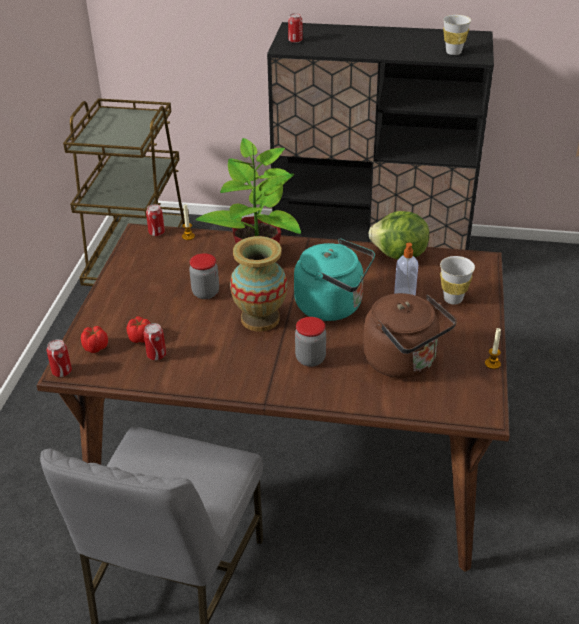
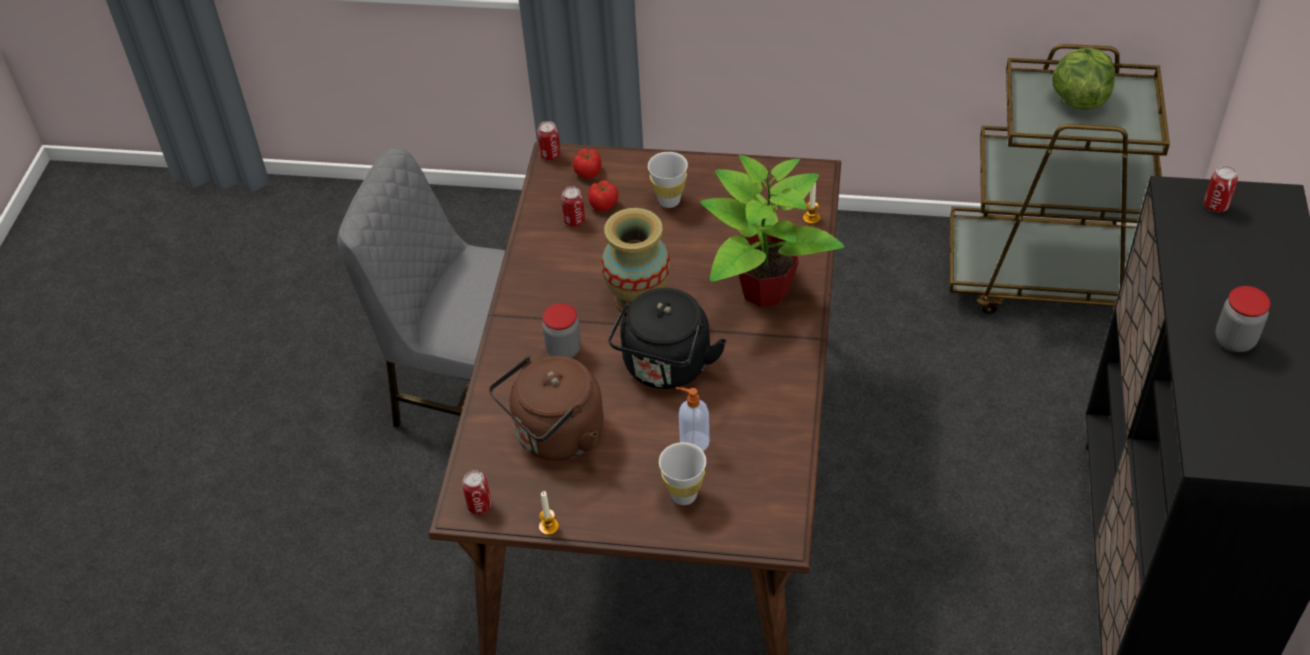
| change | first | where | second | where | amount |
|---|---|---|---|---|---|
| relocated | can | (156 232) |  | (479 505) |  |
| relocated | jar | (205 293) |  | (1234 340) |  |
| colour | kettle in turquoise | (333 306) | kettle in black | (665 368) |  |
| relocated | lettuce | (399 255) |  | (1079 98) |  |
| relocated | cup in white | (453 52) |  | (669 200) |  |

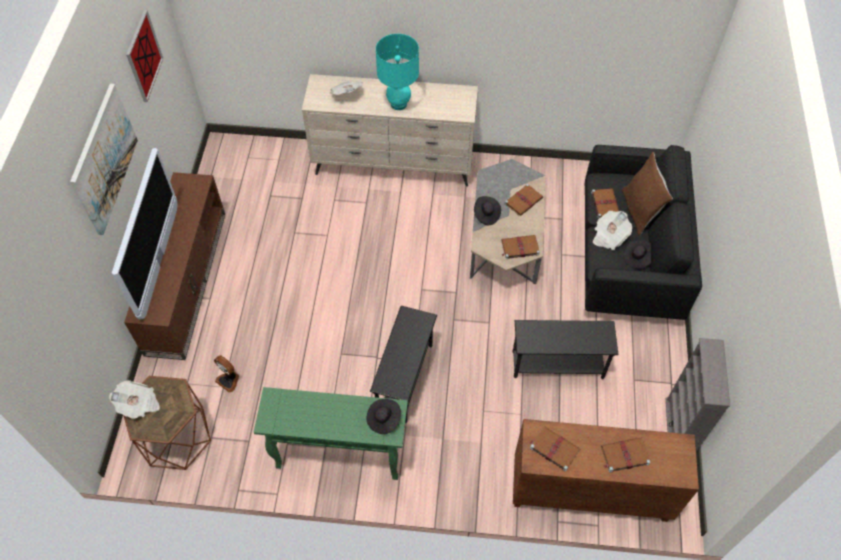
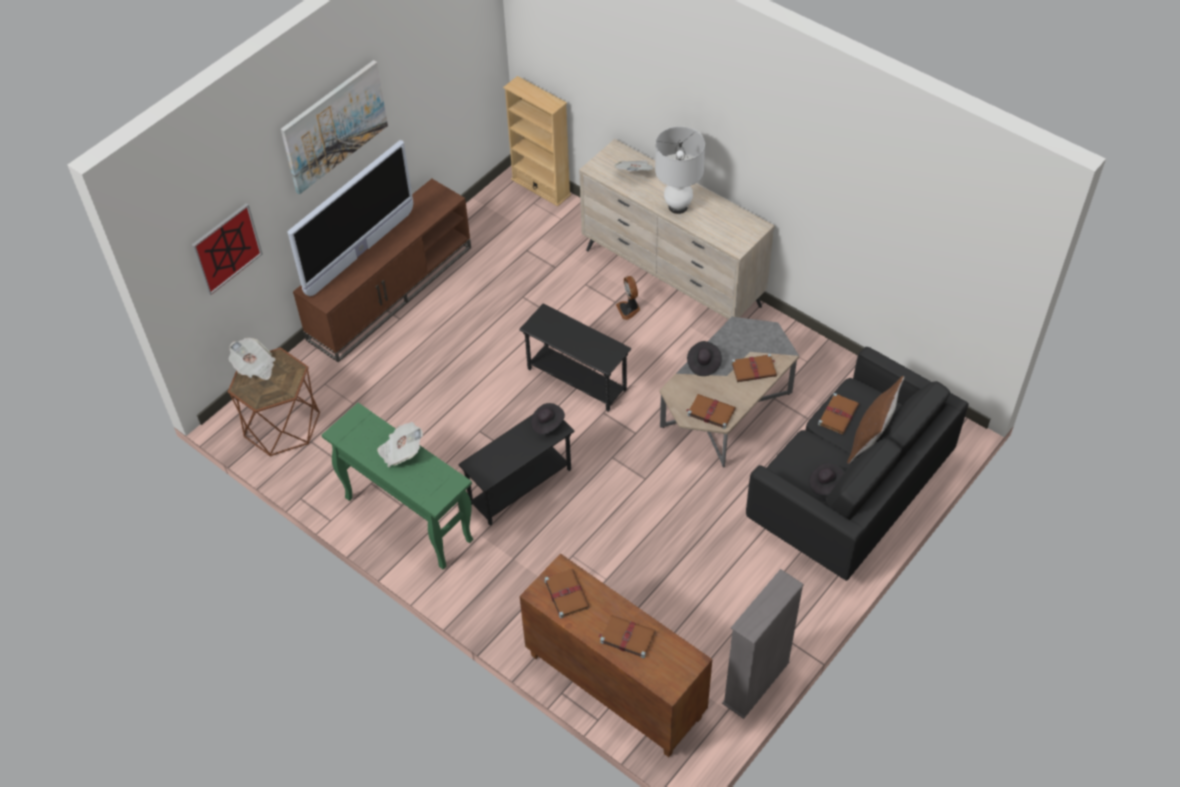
| change | first | where | second | where | amount |
|---|---|---|---|---|---|
| relocated | picture | (144 56) |  | (226 248) |  |
| relocated | fan | (229 380) |  | (629 309) |  |
| relocated | hat in black | (383 419) |  | (547 424) |  |
| colour | table lamp in turquoise | (399 104) | table lamp in white | (678 207) |  |
| relocated | side table in black | (557 364) |  | (577 379) |  |
| relocated | newspaper | (609 236) |  | (401 452) |  |
| appeared |  |  | bookcase in beige | (541 187) |  |

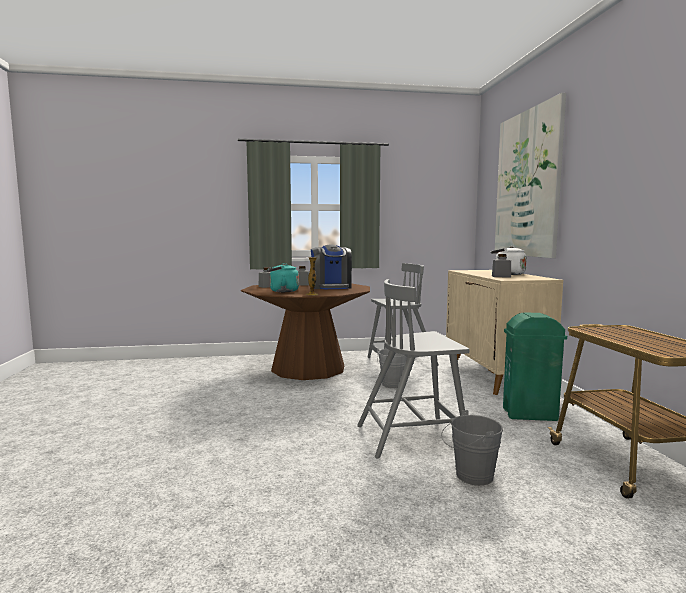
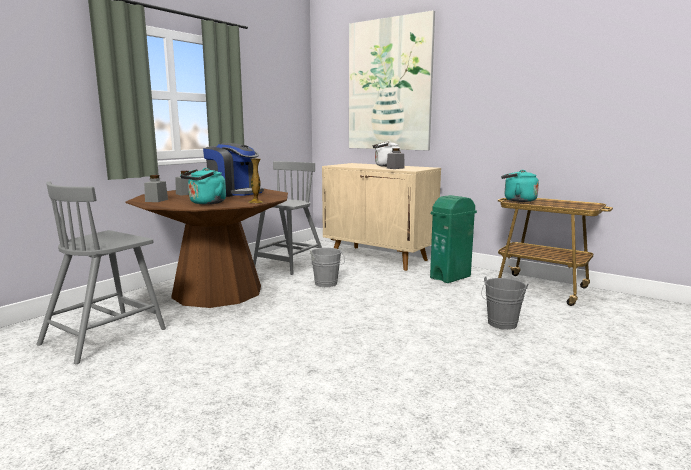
| change | first | where | second | where | amount |
|---|---|---|---|---|---|
| relocated | chair in grey | (413 436) |  | (105 335) |  |
| appeared |  |  | kettle in turquoise | (517 200) |  |

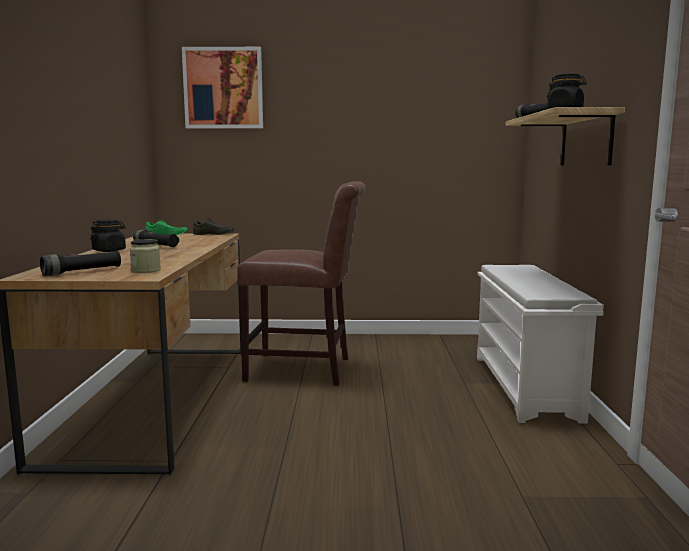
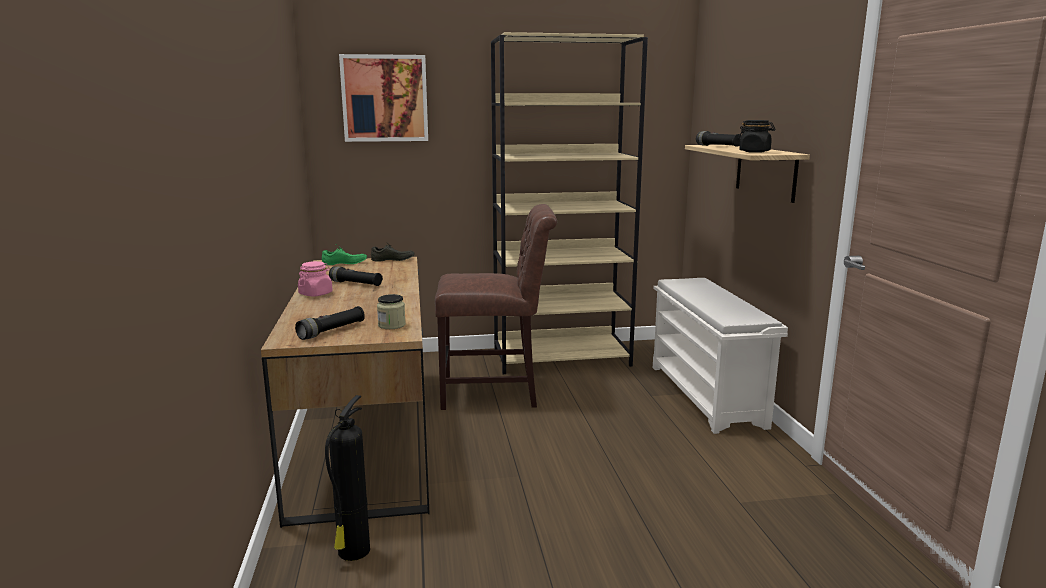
| change | first | where | second | where | amount |
|---|---|---|---|---|---|
| colour | jar in black | (109 250) | jar in pink | (316 294) |  |
| appeared |  |  | fire extinguisher | (353 552) |  |
| appeared |  |  | bookcase in beige | (562 358) |  |

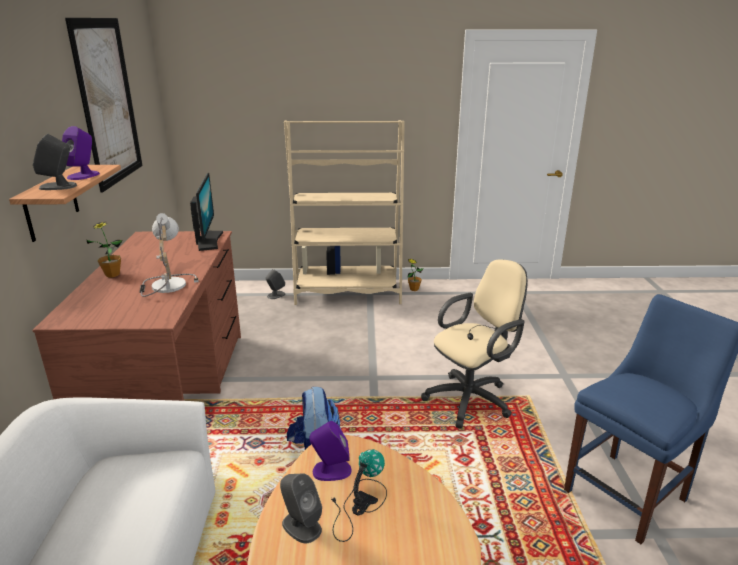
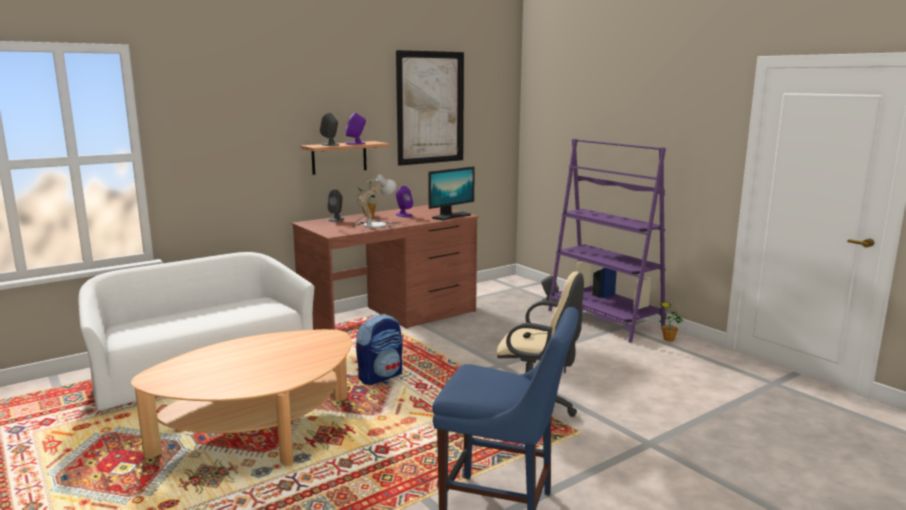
| change | first | where | second | where | amount |
|---|---|---|---|---|---|
| relocated | speaker in grey | (301 526) |  | (336 219) |  |
| colour | bookcase in beige | (347 293) | bookcase in purple | (604 320) |  |
| relocated | speaker in purple | (331 470) |  | (403 215) |  |
| missing | table lamp | (357 505) |  |  |  |

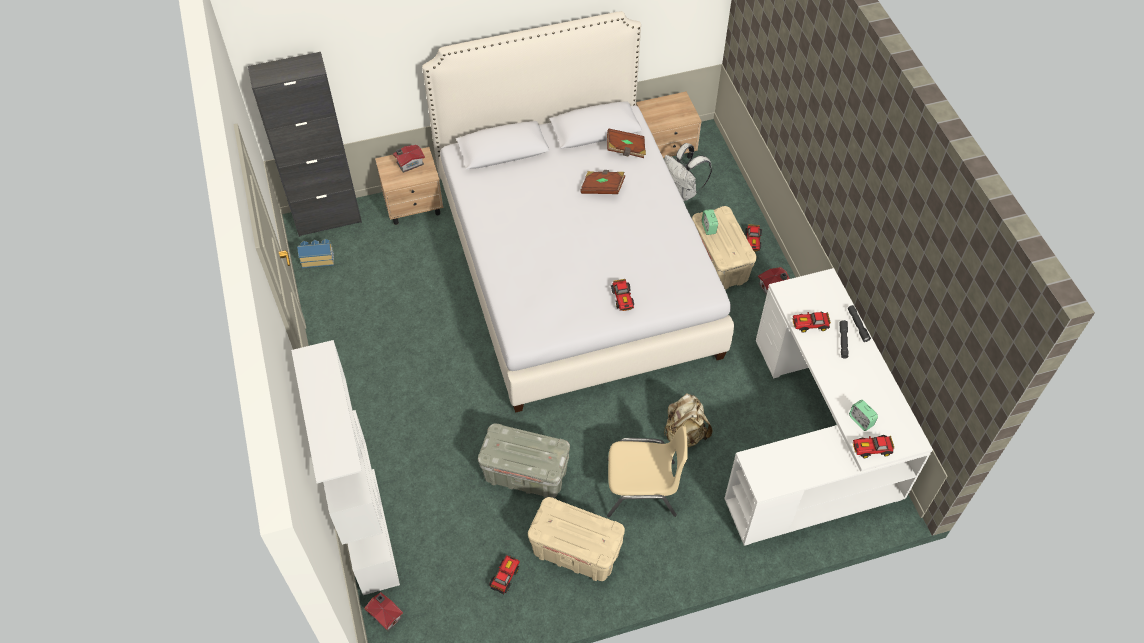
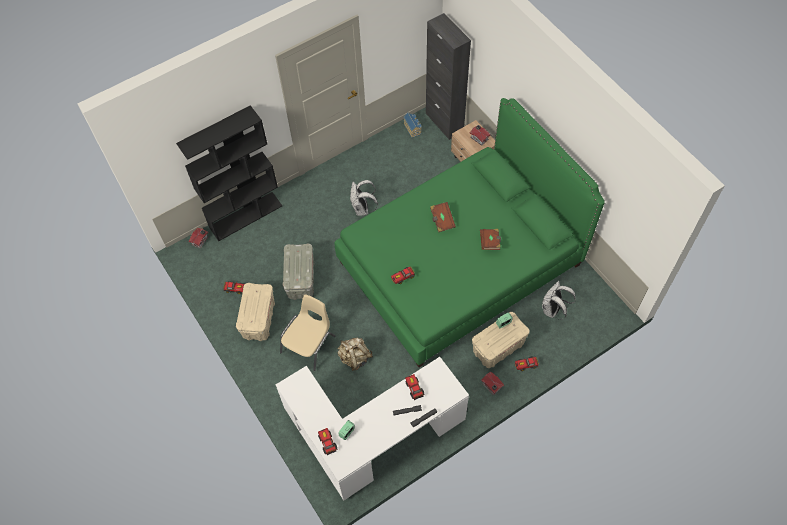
| change | first | where | second | where | amount |
|---|---|---|---|---|---|
| colour | bookcase in white | (367 530) | bookcase in black | (246 216) |  |
| colour | bed in white | (575 267) | bed in green | (460 263) |  |
| relocated | book in brown | (625 149) |  | (442 220) |  |
| spun | chair in beige | (642 488) |  | (309 344) | 135 degrees counterclockwise |
| missing | nightstand in beige | (665 150) |  |  |  |
| appeared |  |  | backpack in white | (362 209) |  |

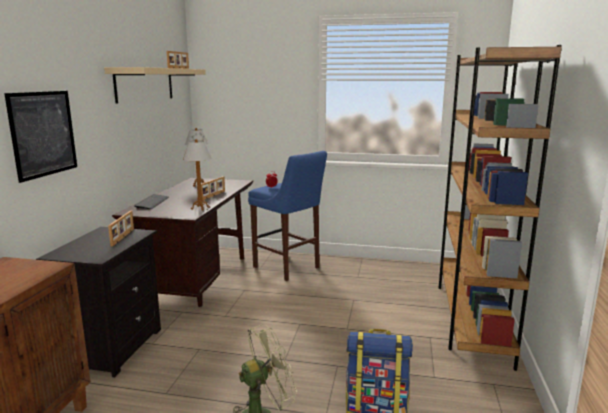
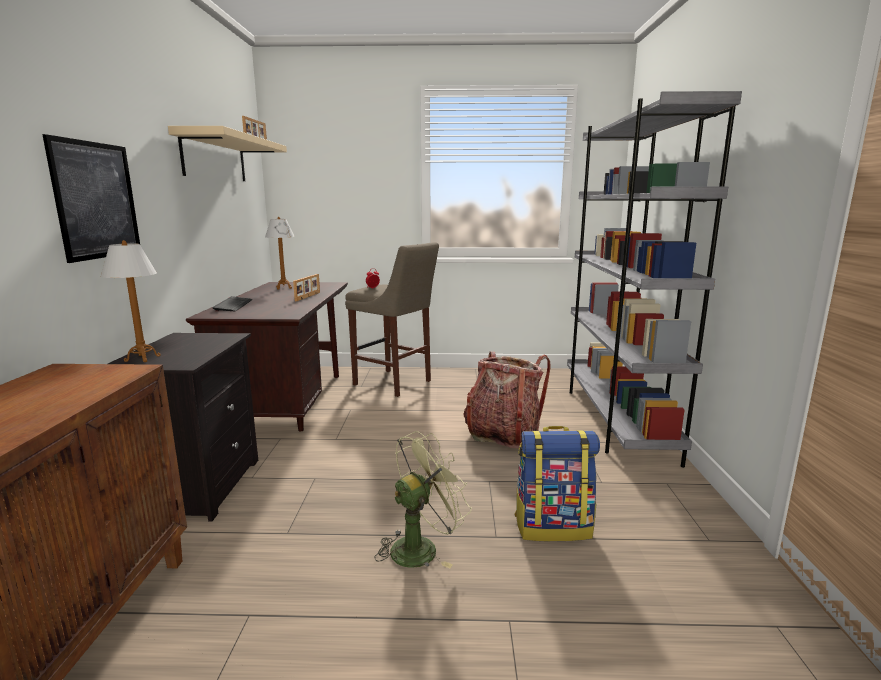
| change | first | where | second | where | amount |
|---|---|---|---|---|---|
| missing | picture frame | (123 237) |  |  |  |
| relocated | table lamp | (200 208) |  | (142 358) |  |
| colour | stool in blue | (288 268) | stool in beige | (395 383) |  |
| colour | bookcase in brown | (470 318) | bookcase in grey | (615 419) |  |
| appeared |  |  | backpack | (503 434) |  |

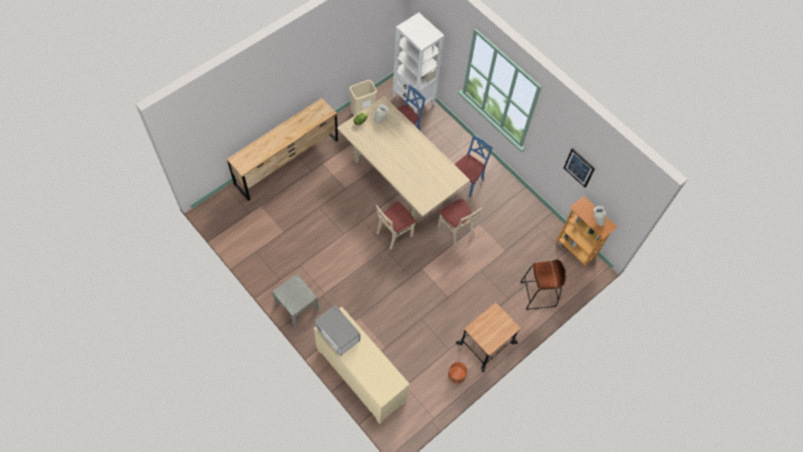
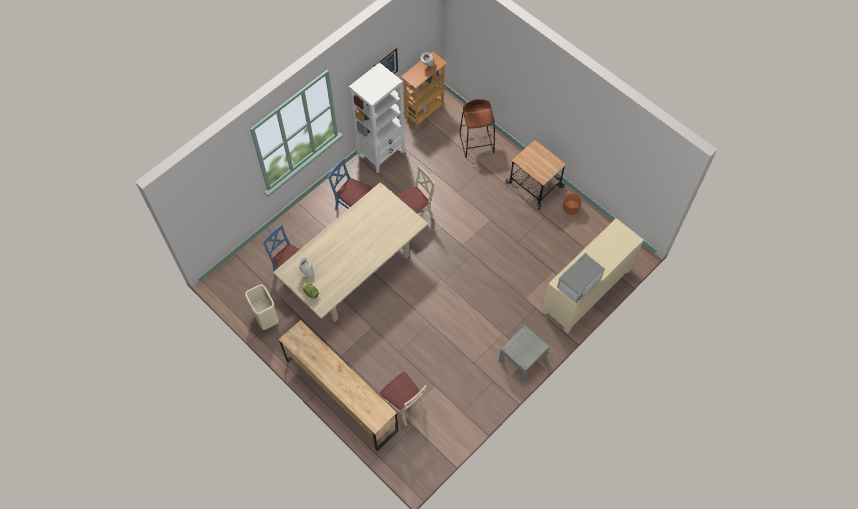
| change | first | where | second | where | amount |
|---|---|---|---|---|---|
| relocated | chair in beige | (394 233) |  | (404 406) |  |
| relocated | bookcase in white | (414 100) |  | (381 153) |  |

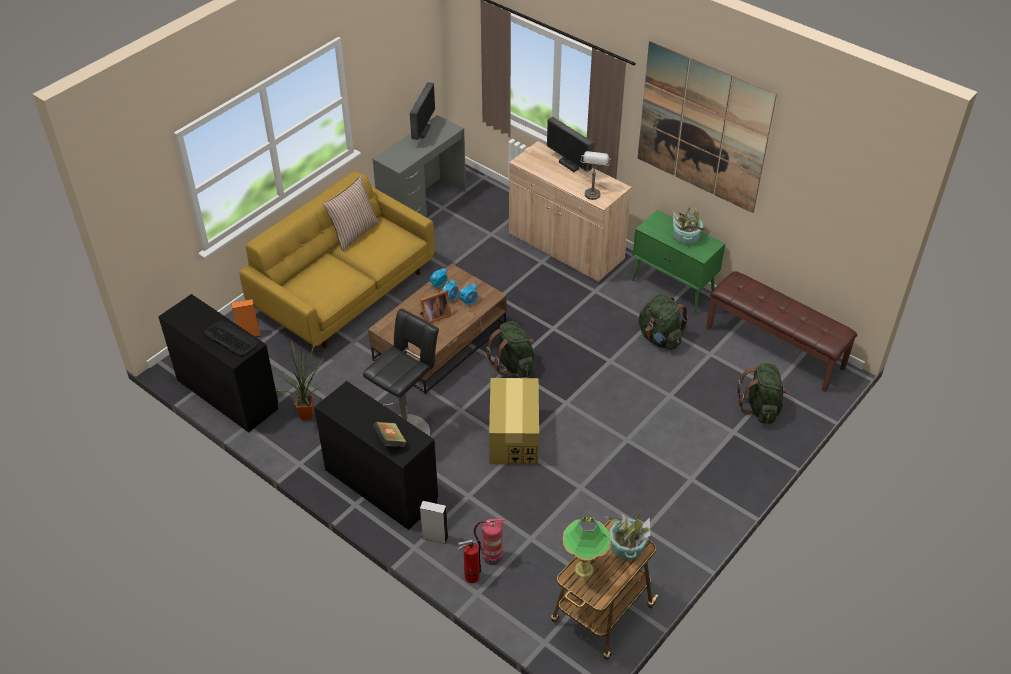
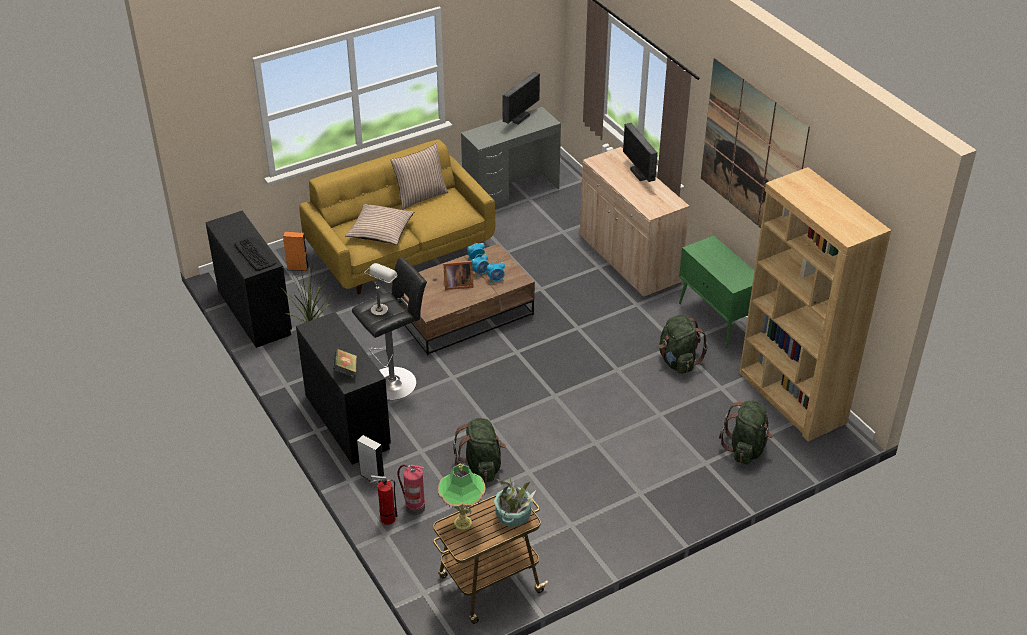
| change | first | where | second | where | amount |
|---|---|---|---|---|---|
| relocated | backpack in green | (513 364) |  | (481 466) |  |
| missing | cardboard box | (514 436) |  |  |  |
| relocated | table lamp in grey | (592 191) |  | (382 307) |  |
| missing | potted plant | (685 236) |  |  |  |
| exchanged | bench in brown | (775 347) | bookcase in brown | (791 398) |  |
| appeared |  |  | pillow | (380 230) |  |

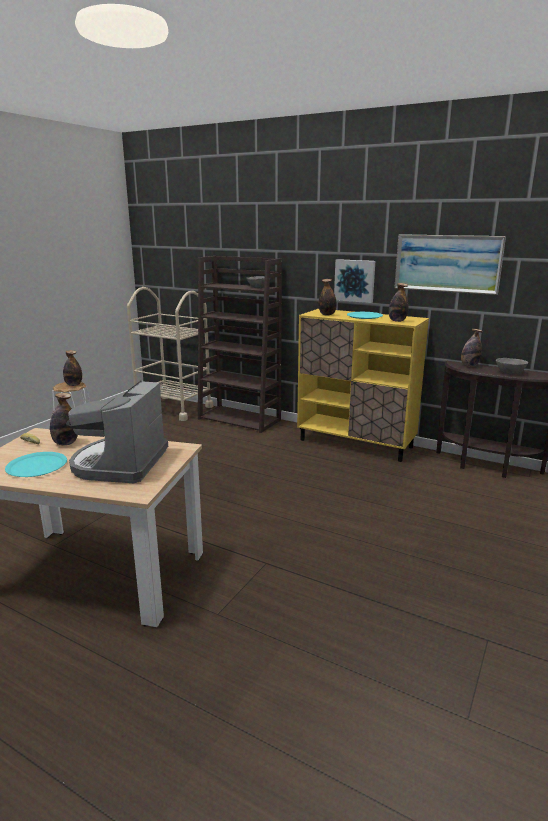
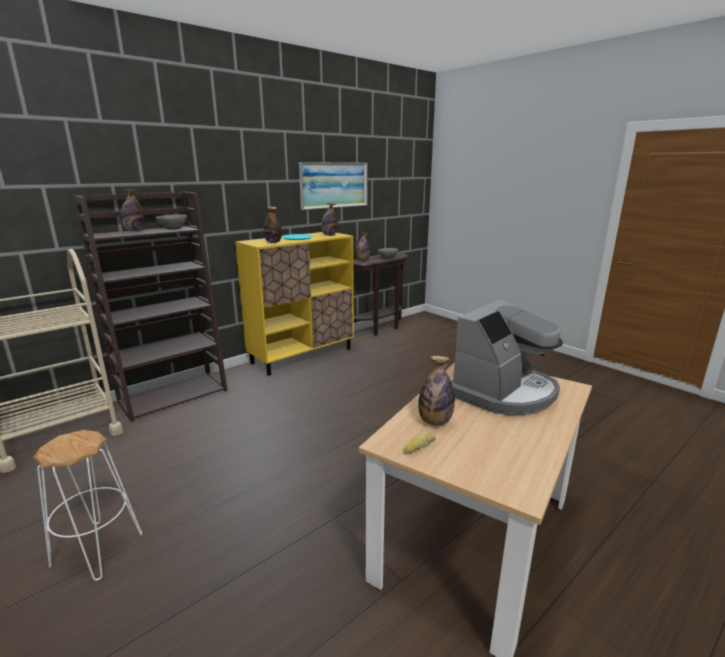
| change | first | where | second | where | amount |
|---|---|---|---|---|---|
| missing | plate in turquoise | (37 466) |  |  |  |
| relocated | bottle | (74 385) |  | (134 231) |  |
| spun | coffee machine | (120 463) |  | (504 392) | 75 degrees counterclockwise |
| missing | picture | (355 280) |  |  |  |

